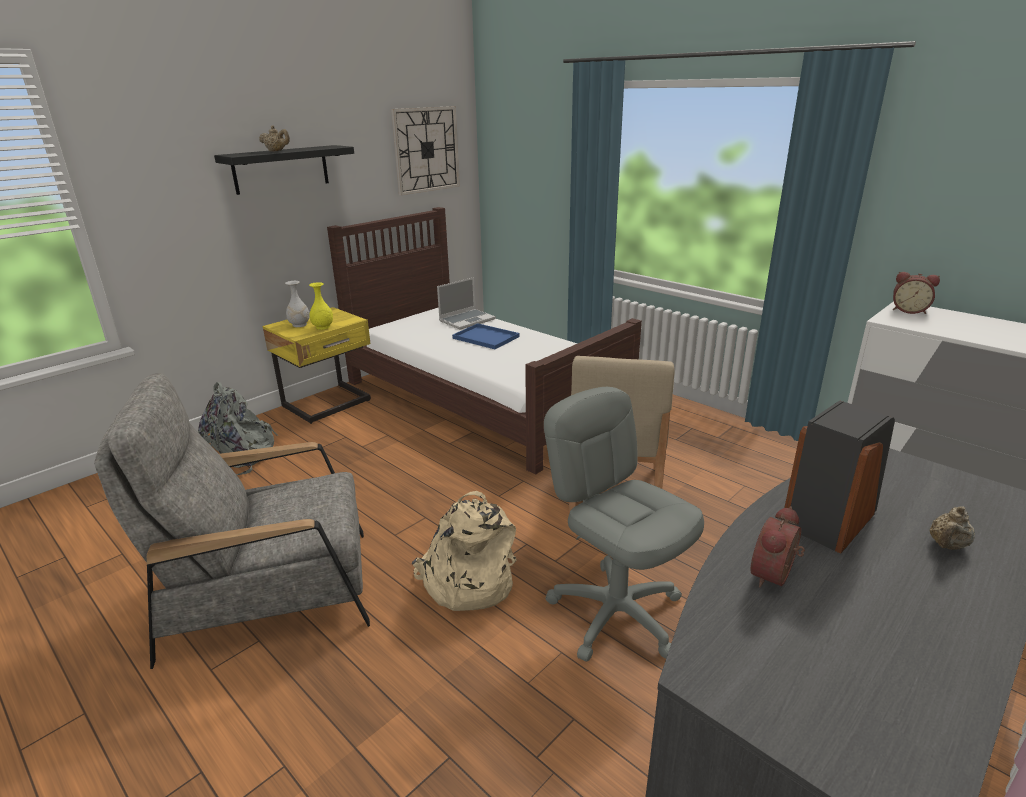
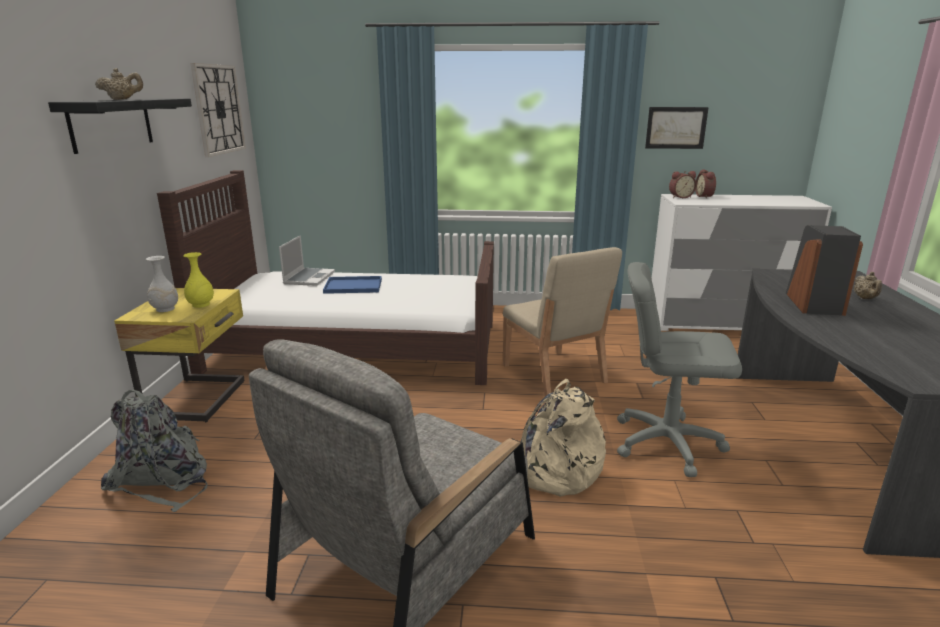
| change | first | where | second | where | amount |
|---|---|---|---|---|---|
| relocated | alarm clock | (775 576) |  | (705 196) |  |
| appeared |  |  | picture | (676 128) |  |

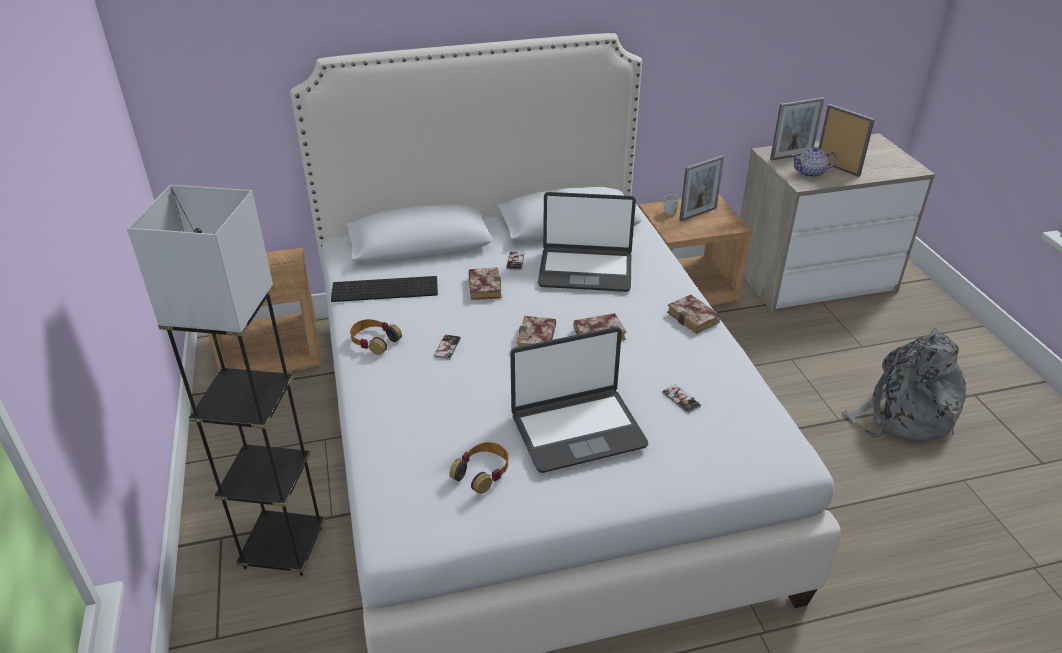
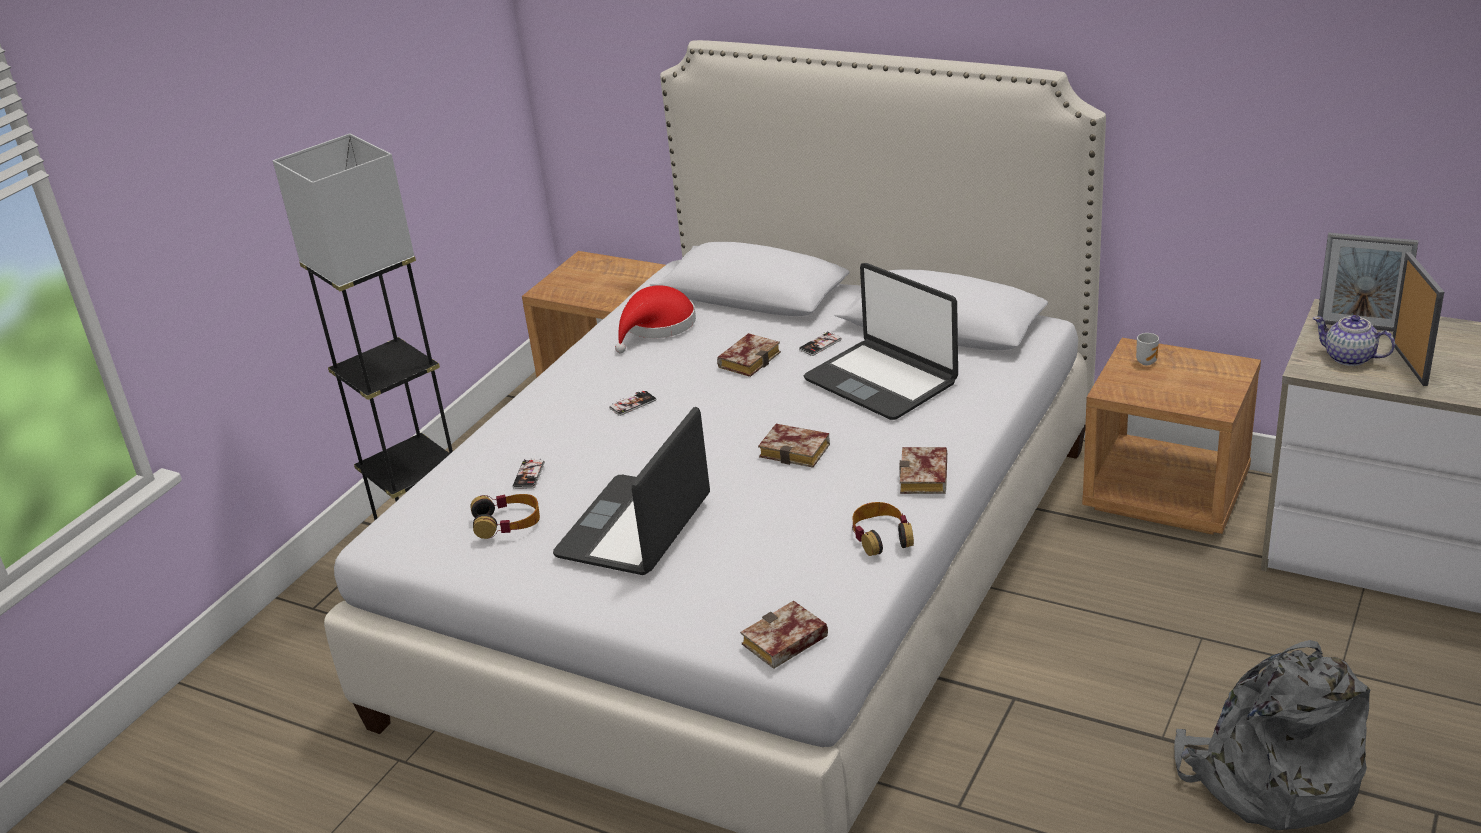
| change | first | where | second | where | amount |
|---|---|---|---|---|---|
| exchanged | keyboard | (386 288) | hat in red | (657 327) |  |
| relocated | headphones | (374 341) |  | (881 536) |  |
| spun | laptop | (577 430) |  | (636 527) | 90 degrees clockwise |
| relocated | book | (537 340) |  | (784 644) |  |
| relocated | phone | (681 399) |  | (529 475) |  |
| missing | picture frame | (698 214) |  |  |  |

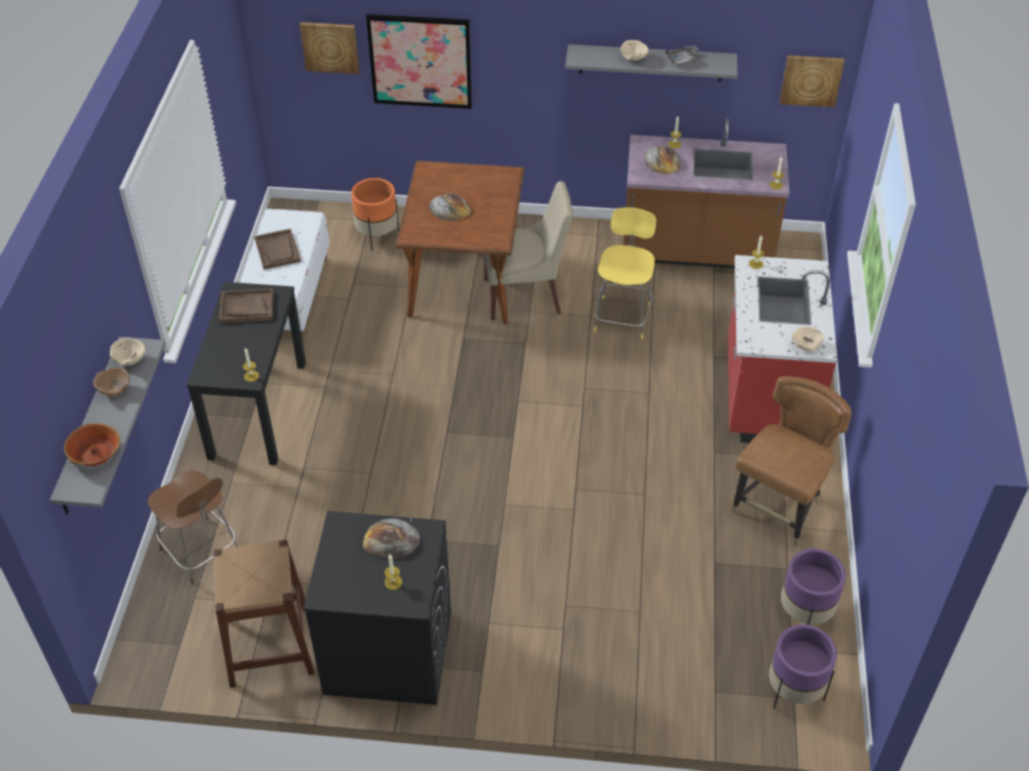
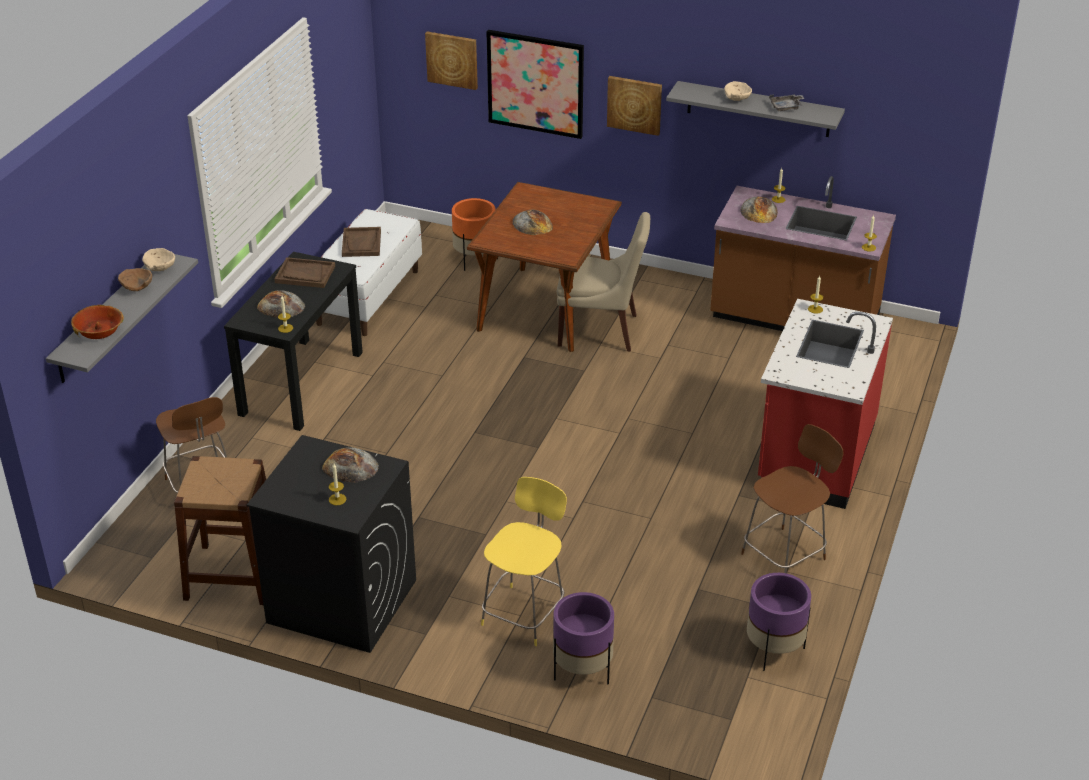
| change | first | where | second | where | amount |
|---|---|---|---|---|---|
| relocated | stool in yellow | (622 316) |  | (525 613) |  |
| exchanged | chair in brown | (778 509) | stool in brown | (785 555) |  |
| relocated | planter in purple | (794 691) |  | (582 670) |  |
| relocated | picture | (811 80) |  | (634 104) |  |
| missing | bowl in beige | (805 345) |  |  |  |
| appeared |  |  | bread | (281 306) |  |

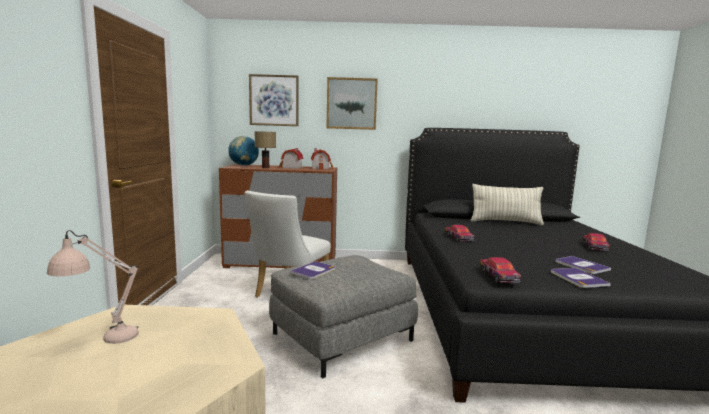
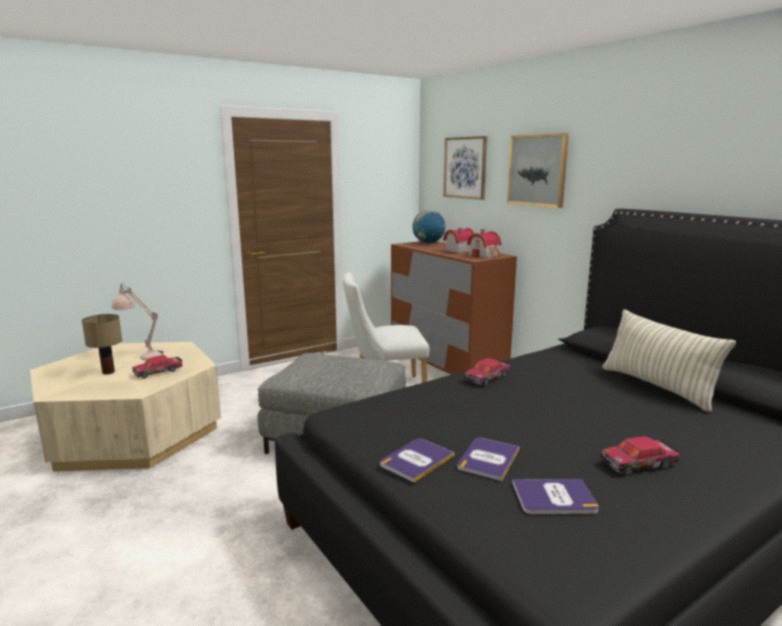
| change | first | where | second | where | amount |
|---|---|---|---|---|---|
| relocated | table lamp | (265 168) |  | (108 372) |  |
| relocated | book | (313 271) |  | (554 498) |  |
| relocated | toy car | (499 275) |  | (158 372) |  |

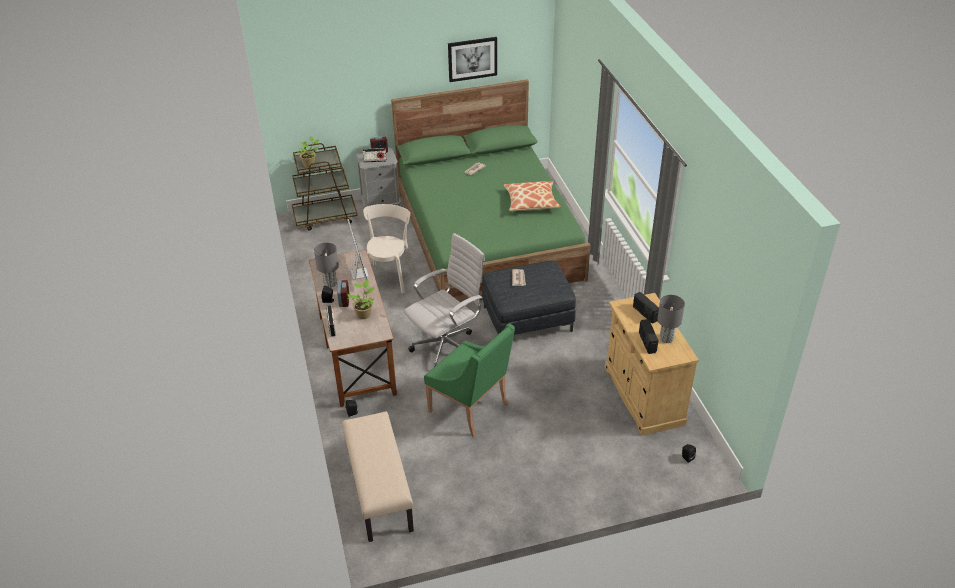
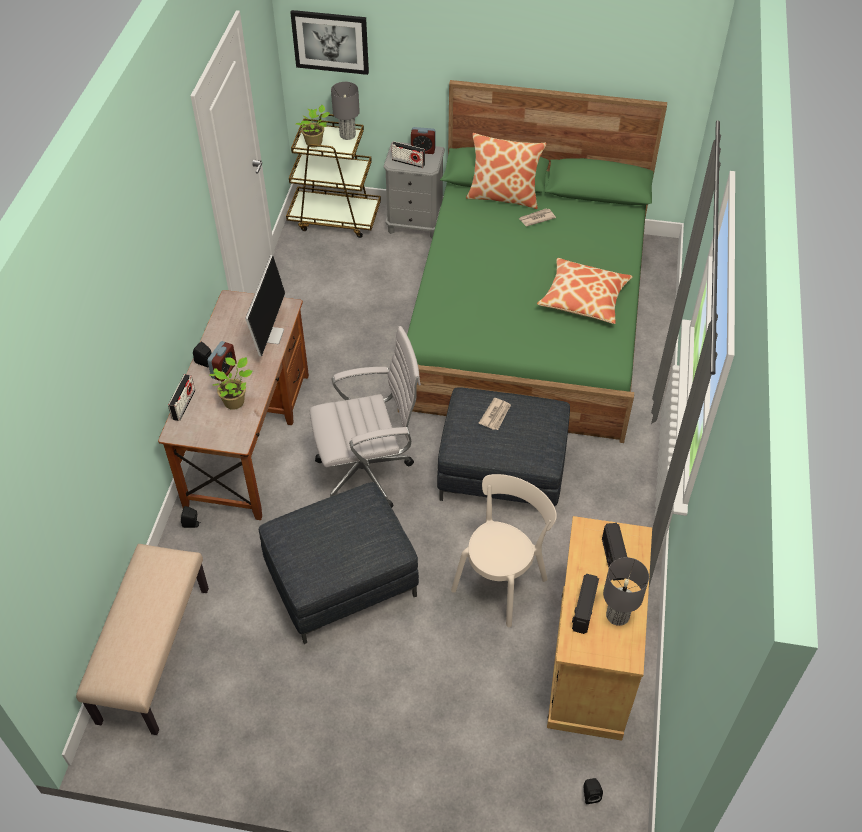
| change | first | where | second | where | amount |
|---|---|---|---|---|---|
| relocated | table lamp in grey | (330 284) |  | (347 135) |  |
| relocated | chair in beige | (389 276) |  | (501 581) |  |
| exchanged | armchair in green | (470 408) | ottoman in grey | (341 581) |  |
| relocated | picture | (472 59) |  | (330 41) |  |
| appeared |  |  | pillow | (503 196) |  |

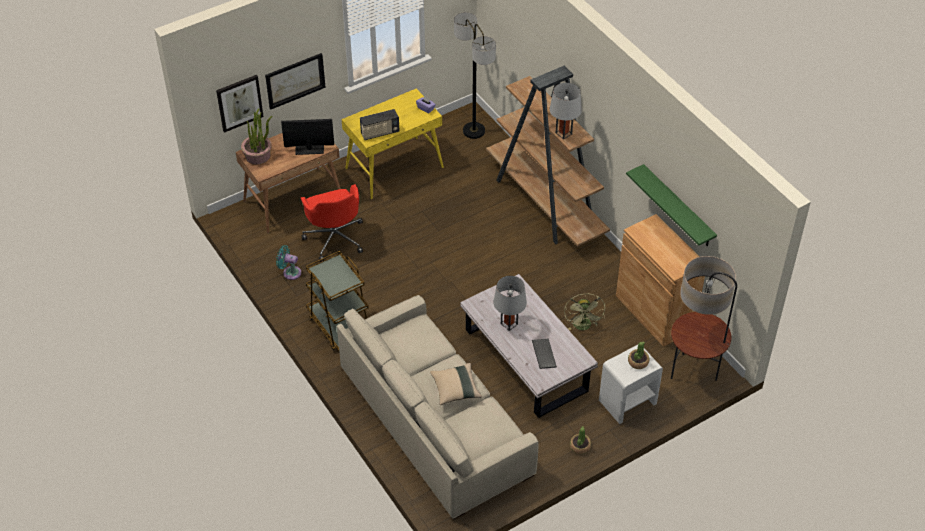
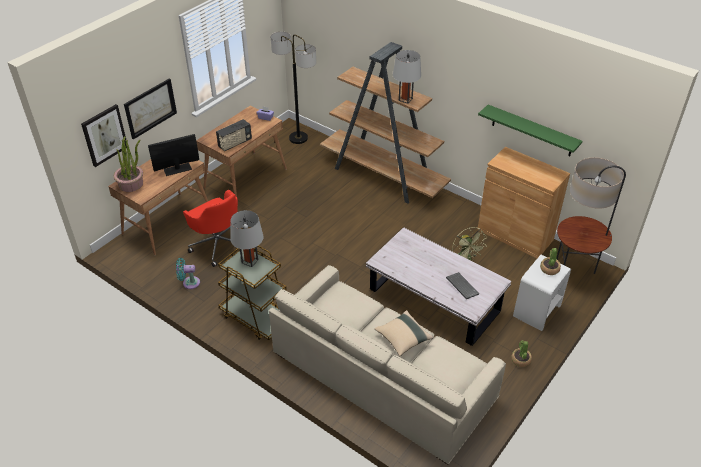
| change | first | where | second | where | amount |
|---|---|---|---|---|---|
| colour | desk in yellow | (394 167) | desk in brown | (246 178) |  |
| relocated | table lamp in grey | (509 324) |  | (249 261) |  |

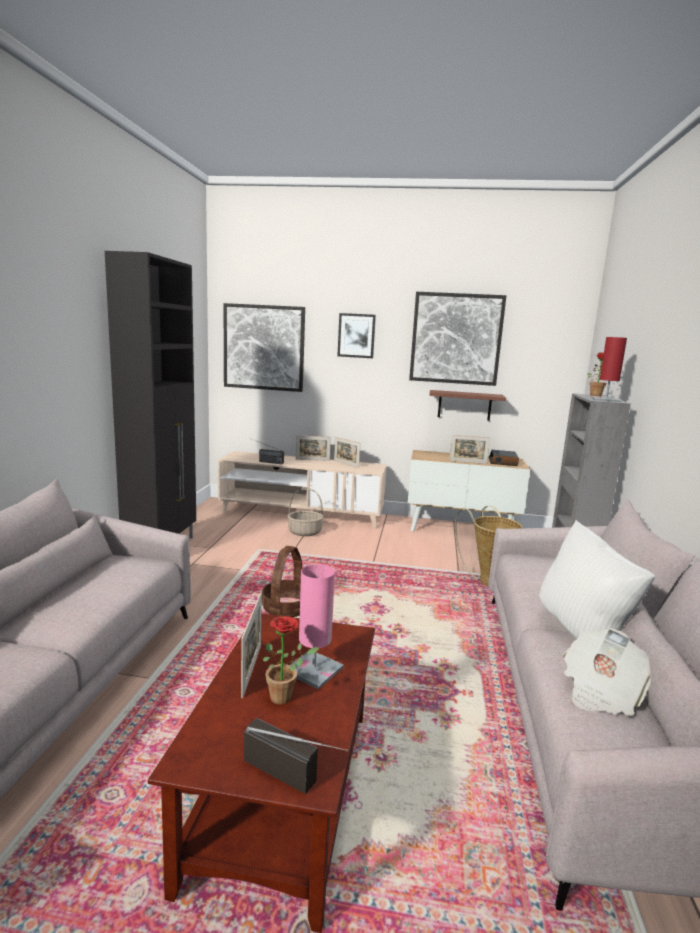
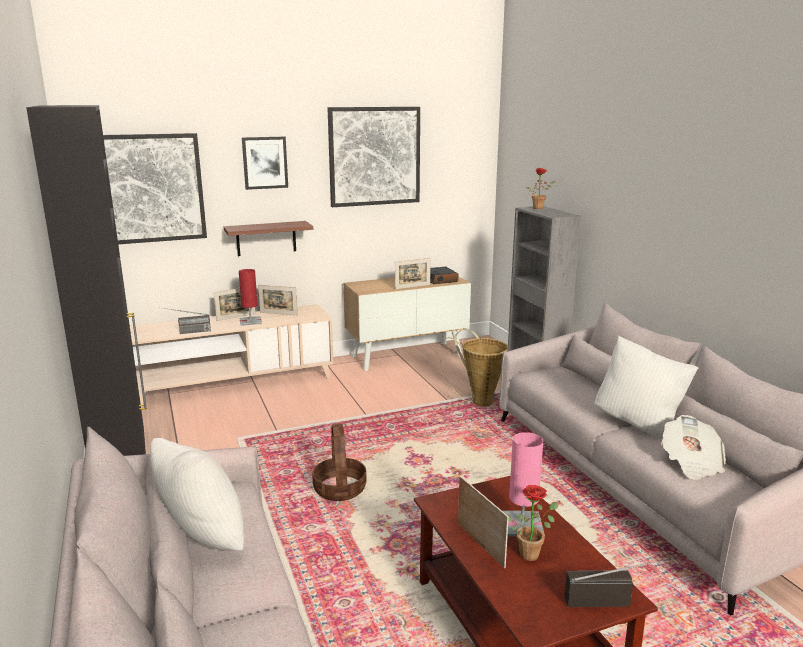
| change | first | where | second | where | amount |
|---|---|---|---|---|---|
| missing | basket | (305 532) |  |  |  |
| relocated | shelf | (464 405) |  | (266 238) |  |
| relocated | table lamp in red | (606 400) |  | (250 321) |  |
| appeared |  |  | pillow in white | (201 542) |  |

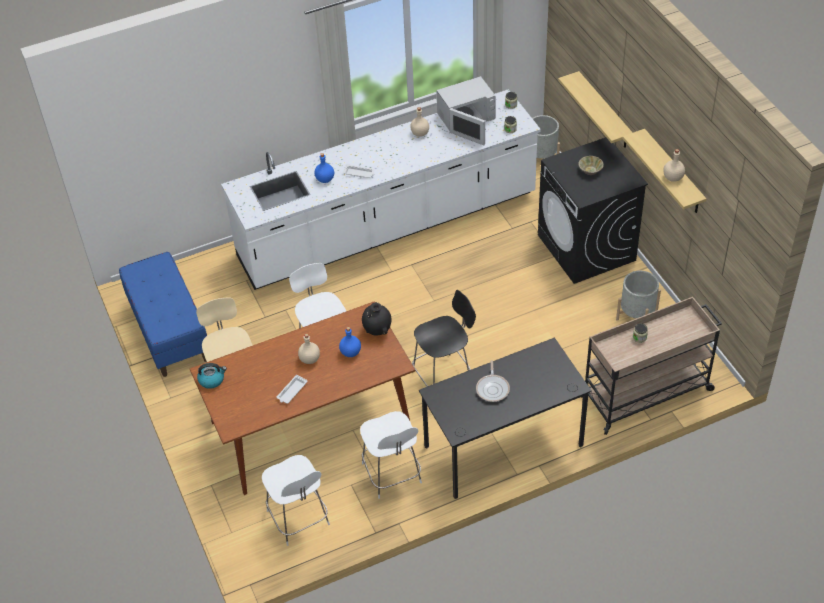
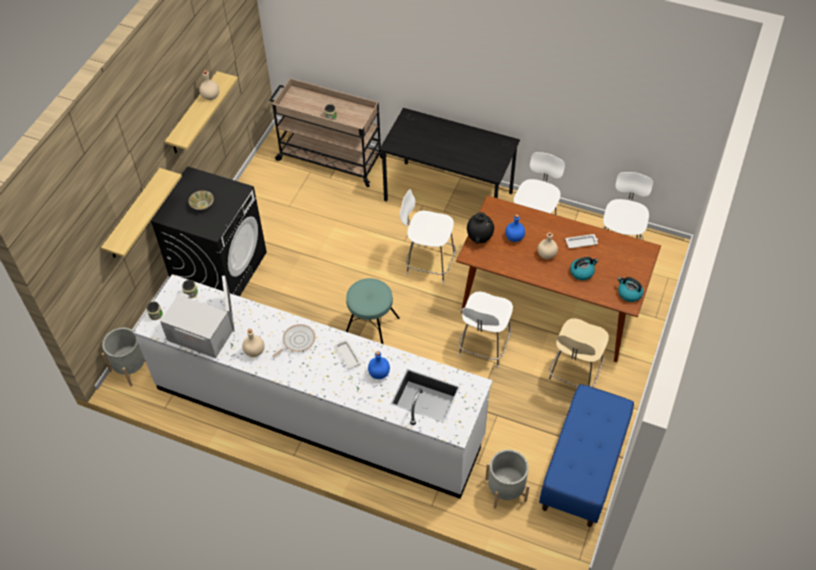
| change | first | where | second | where | amount |
|---|---|---|---|---|---|
| colour | chair in black | (444 376) | chair in white | (428 264) |  |
| relocated | frying pan | (493 388) |  | (297 341) |  |
| relocated | planter in grey | (636 315) |  | (505 489) |  |
| appeared |  |  | stool in turquoise | (371 328) |  |
| appeared |  |  | kettle | (582 272) |  |

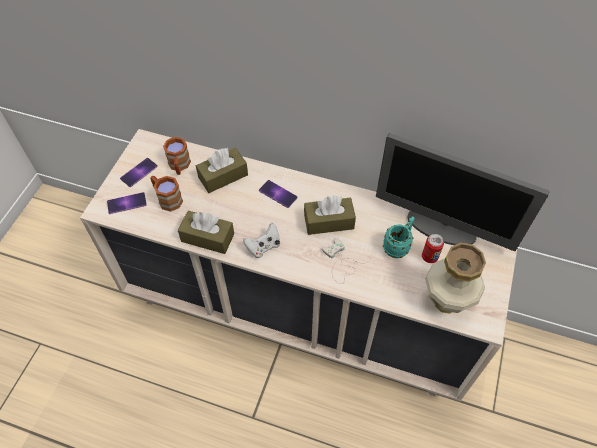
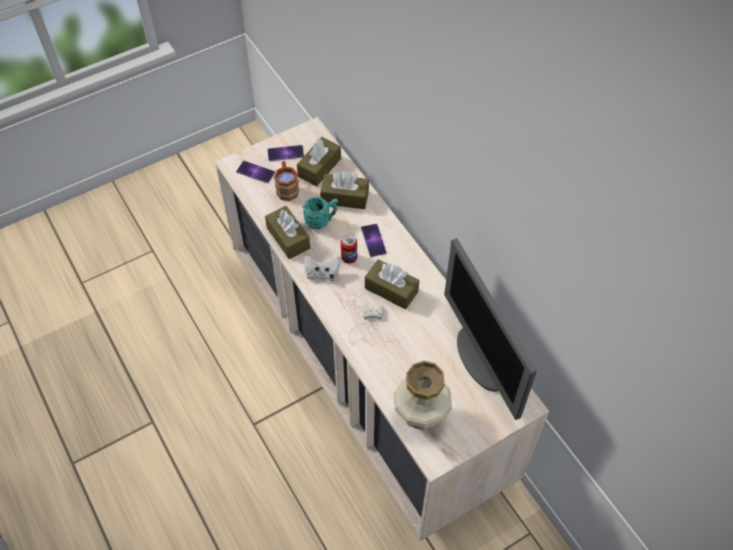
| change | first | where | second | where | amount |
|---|---|---|---|---|---|
| exchanged | mug in brown | (179 166) | tissue box in brown | (319 167) |  |
| relocated | mug in turquoise | (398 246) |  | (321 221) |  |
| relocated | can | (429 257) |  | (349 258) |  |

